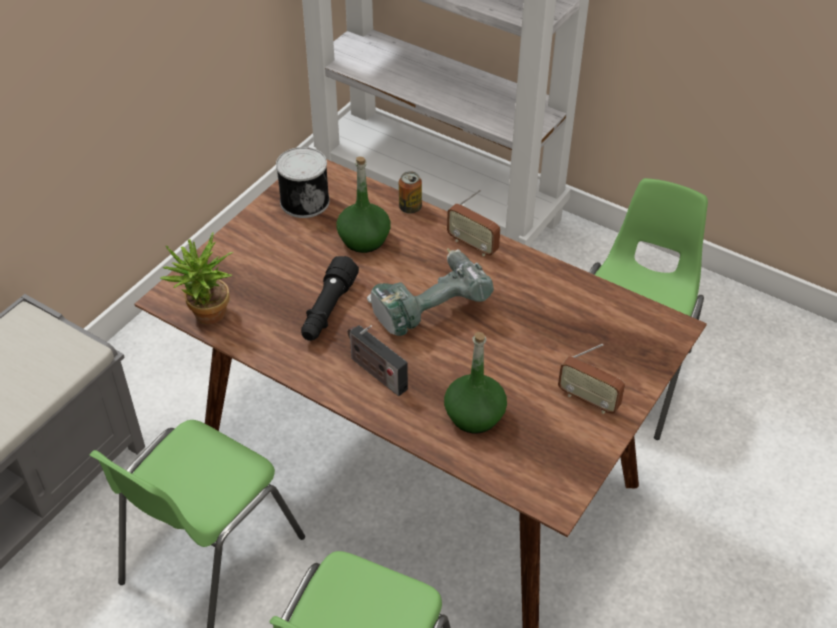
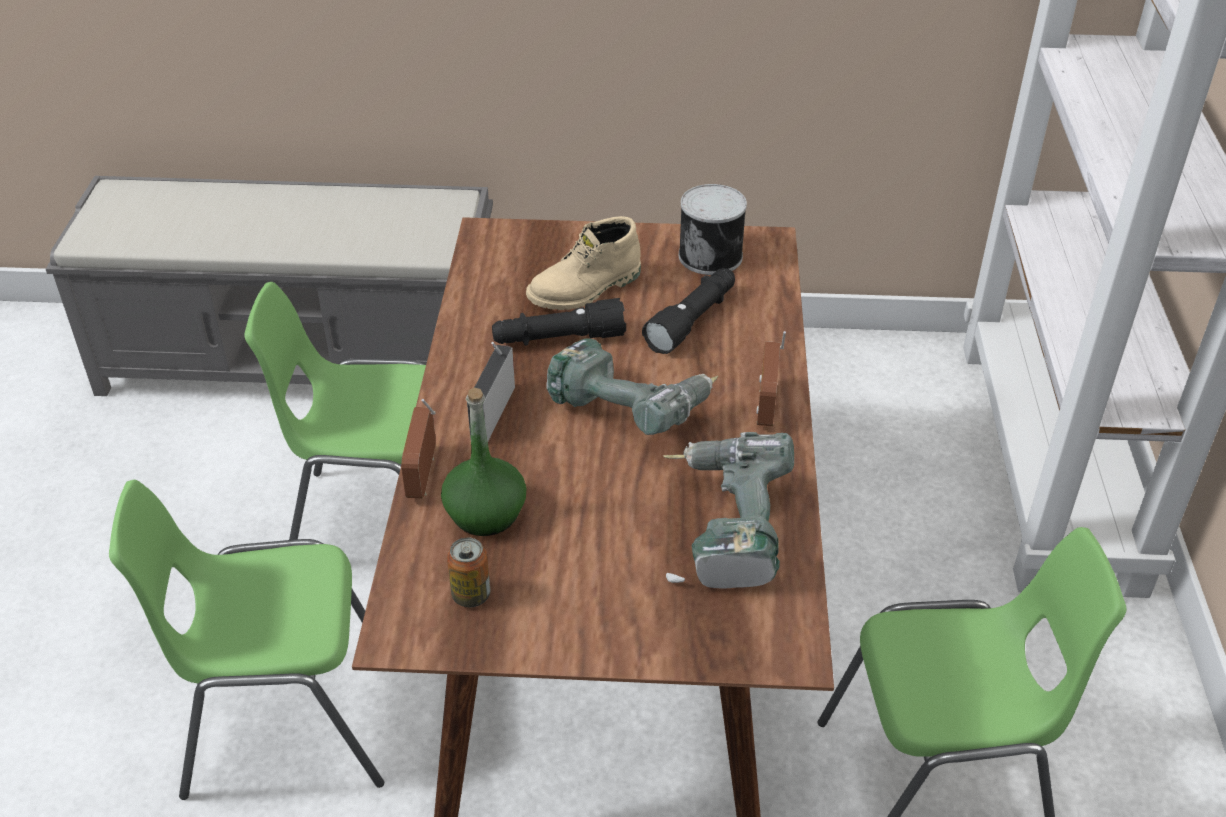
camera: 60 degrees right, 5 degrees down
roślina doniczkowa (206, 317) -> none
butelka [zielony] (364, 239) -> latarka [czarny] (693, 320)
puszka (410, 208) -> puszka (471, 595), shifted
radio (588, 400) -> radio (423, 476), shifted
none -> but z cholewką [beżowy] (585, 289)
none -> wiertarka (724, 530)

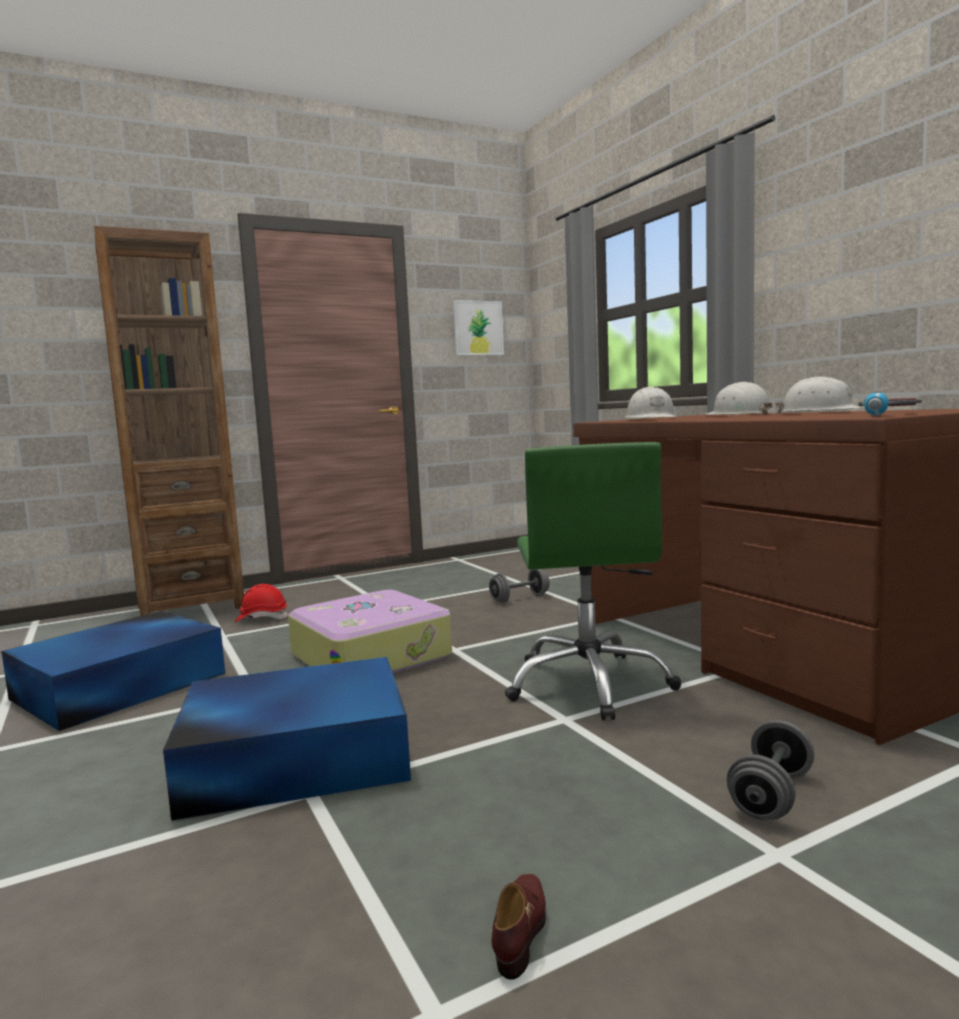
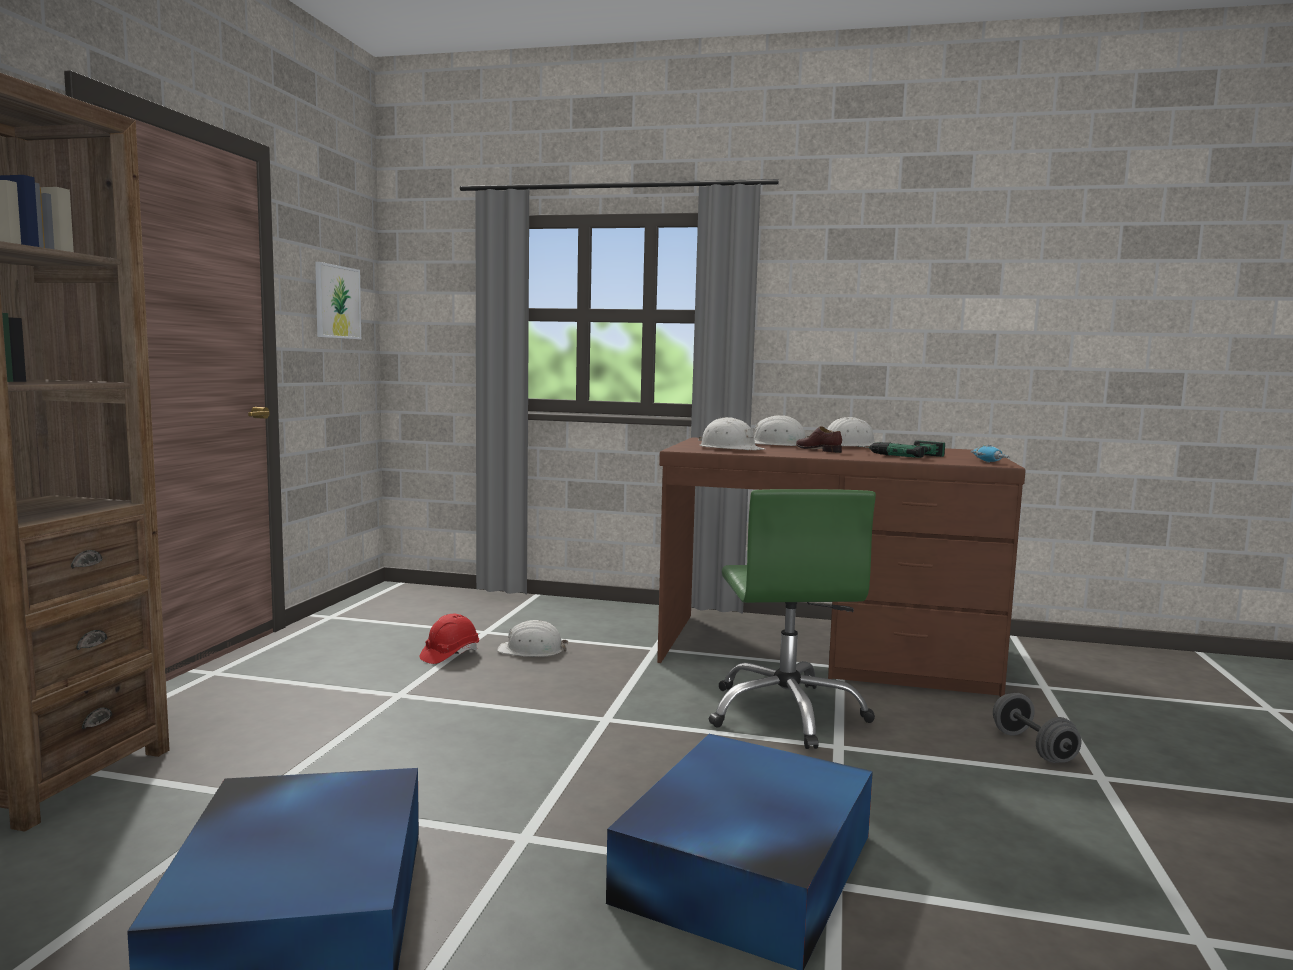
camera: 50 degrees left, 0 degrees up
kask [czerwony] (261, 618) -> kask [czerwony] (449, 655), shifted
walizka (372, 655) -> none
hantel [szary] (519, 598) -> kask [biały] (532, 650)
but [brązowy] (521, 930) -> but [brązowy] (818, 450), shifted
krzesło biurowe [zielony] (589, 684) -> krzesło biurowe [zielony] (786, 713), 45 degrees clockwise
none -> wiertarka (899, 455)

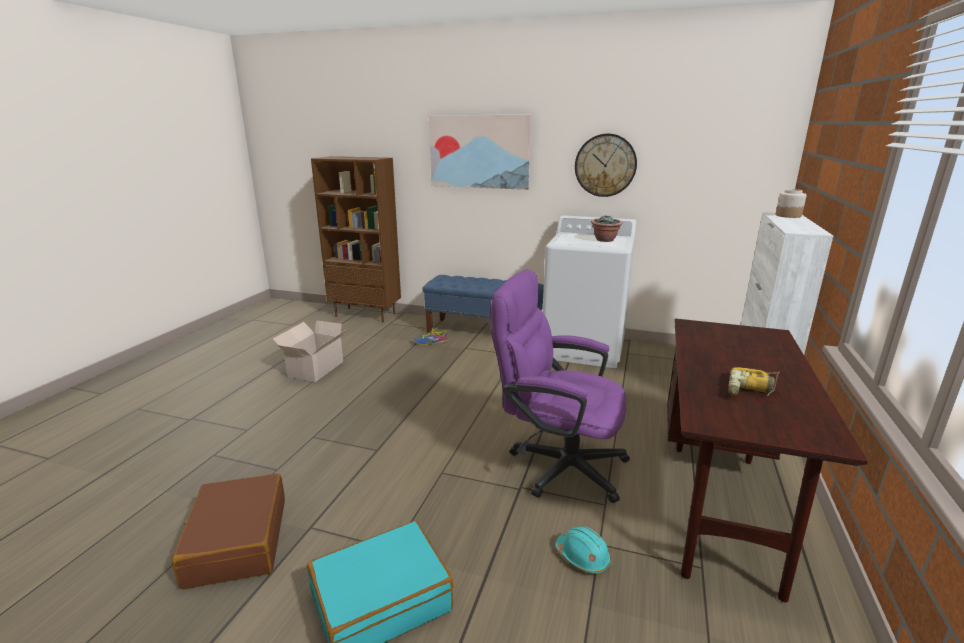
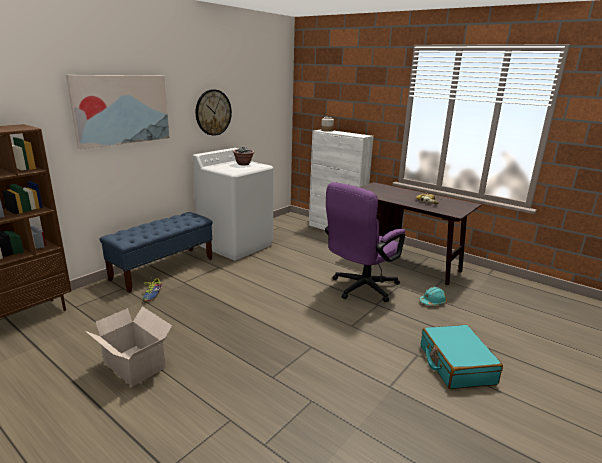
camera: 70 degrees left, 0 degrees up
walizka [brązowy] (237, 541) -> none

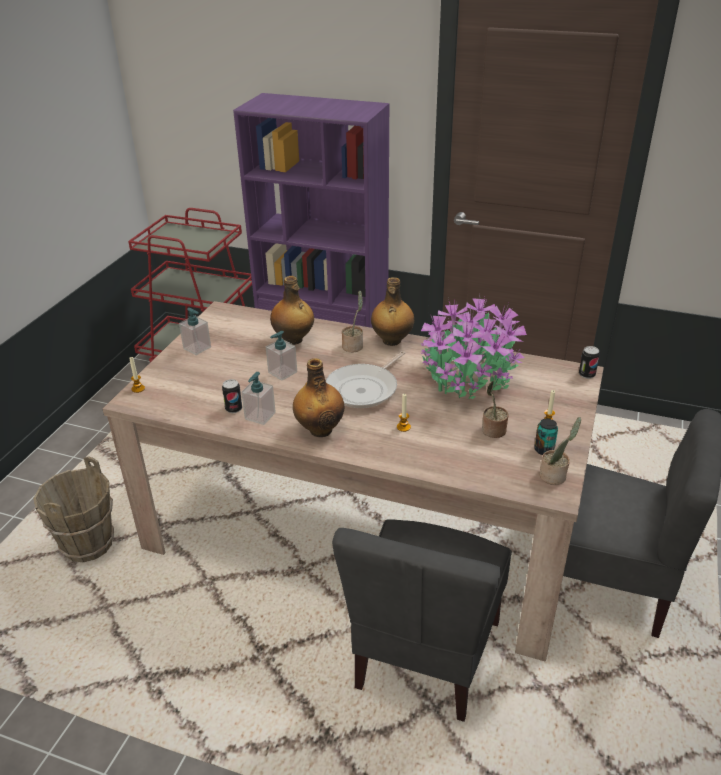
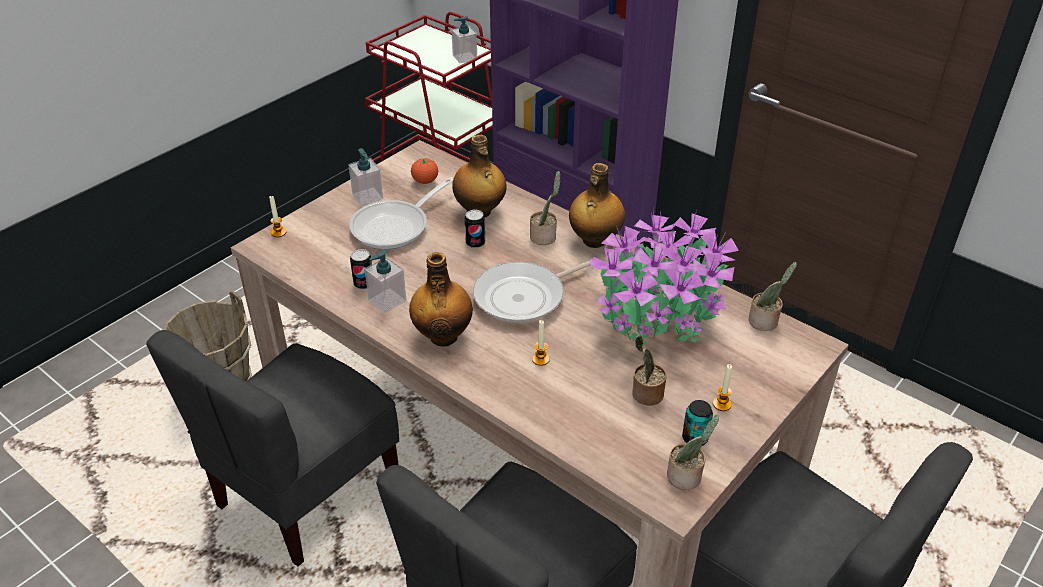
camera: 20 degrees right, 5 degrees up
dozownik mydła (282, 372) -> dozownik mydła (464, 57), shifted
puszka (586, 374) -> puszka (475, 243), shifted
none -> krzesło [szary] (306, 493)
none -> patelnia (396, 226)
none -> pomidor (425, 181)
none -> roślina doniczkowa (765, 322)

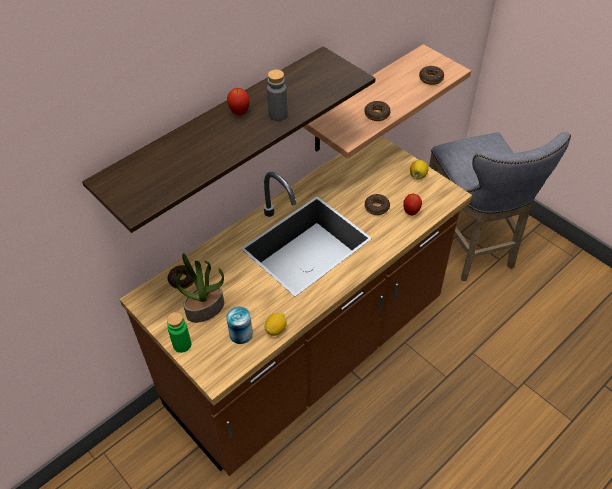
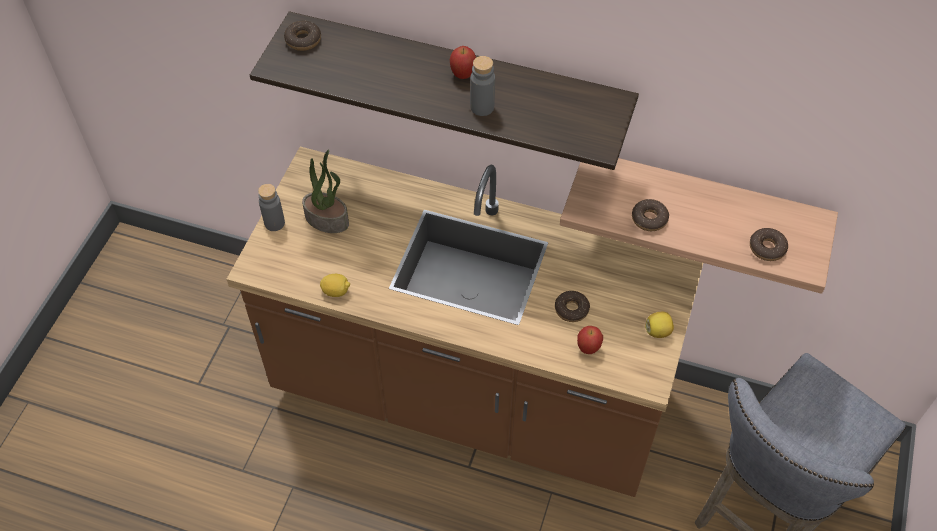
camera: 60 degrees right, 5 degrees up
butelka [zielony] (182, 344) -> butelka [szary] (274, 223)
donut (182, 280) -> donut (303, 40), shifted
puszka (241, 334) -> none

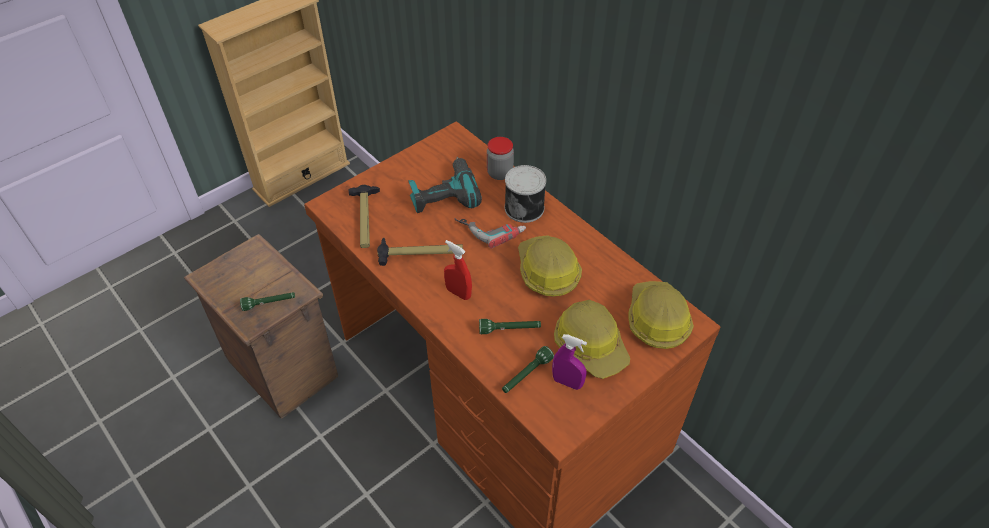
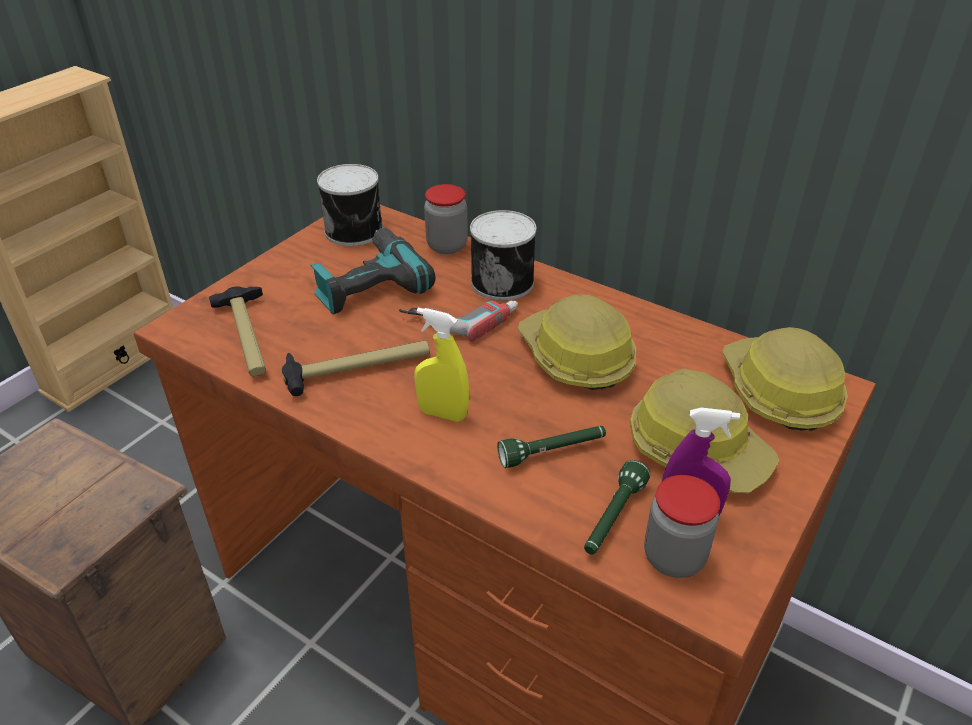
camera: 15 degrees left, 10 degrees down
latarka [zielony] (269, 303) -> none
spryskiwacz [czerwony] (458, 293) -> spryskiwacz [żółty] (443, 414)
none -> puszka (355, 230)
none -> słoik (674, 557)

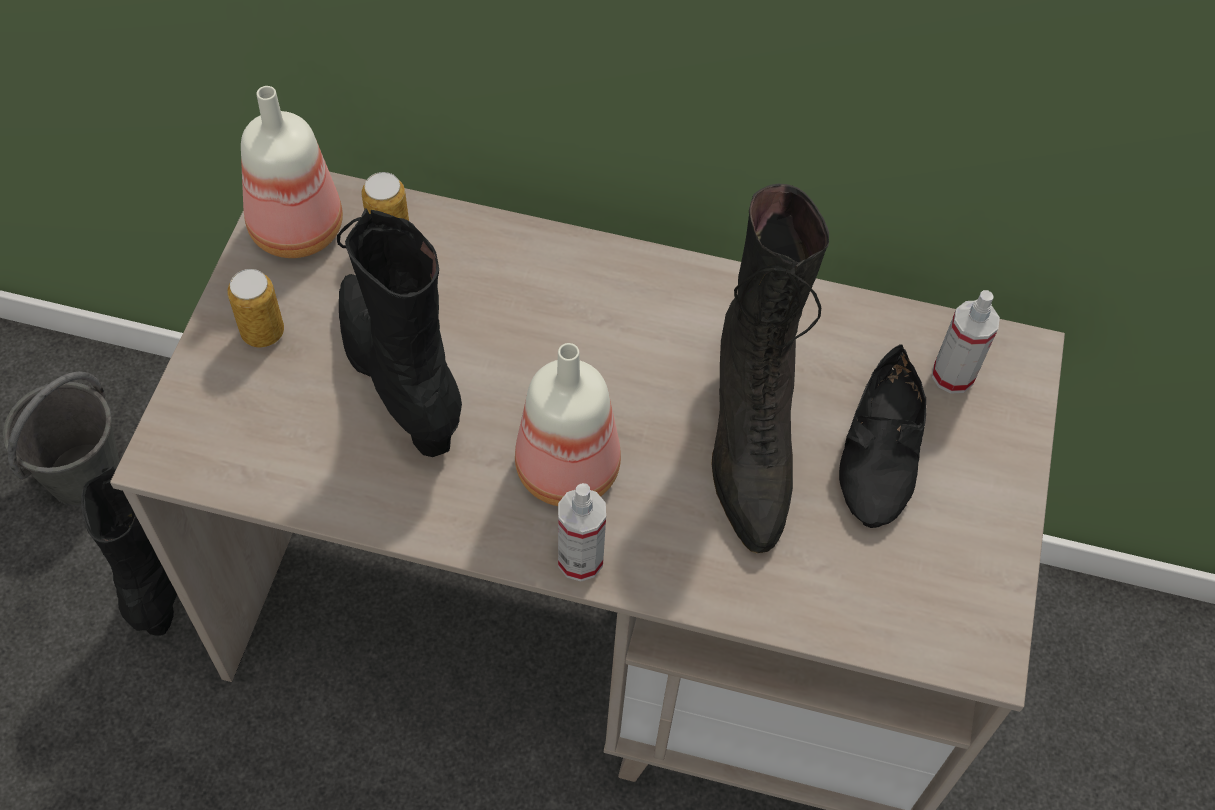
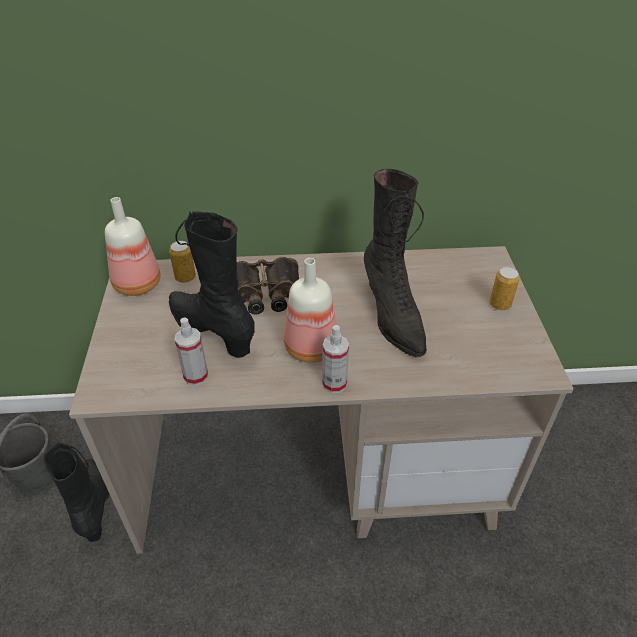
camera: 15 degrees left, 15 degrees down
puszka (262, 332) -> puszka (500, 304), shifted
but [czarny] (884, 450) -> none
spryskiwacz (952, 375) -> spryskiwacz (196, 376), shifted
none -> lornetka (264, 292)

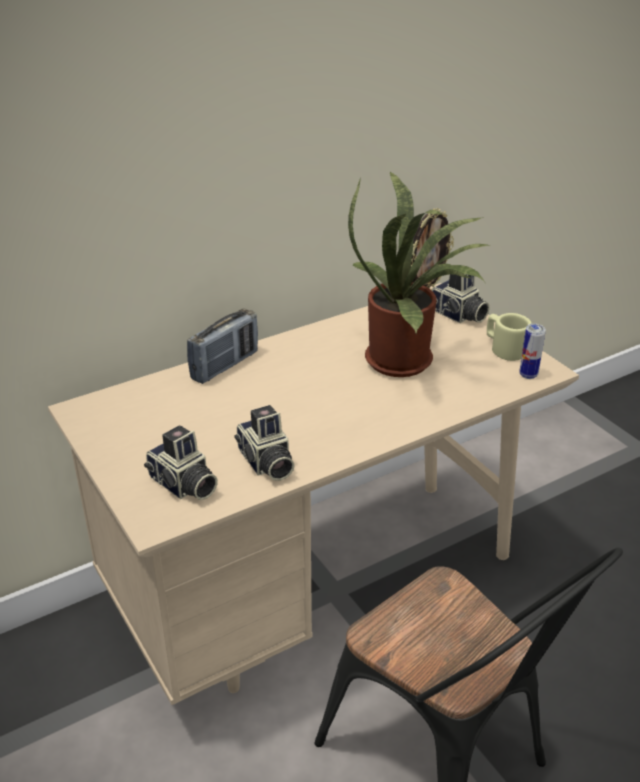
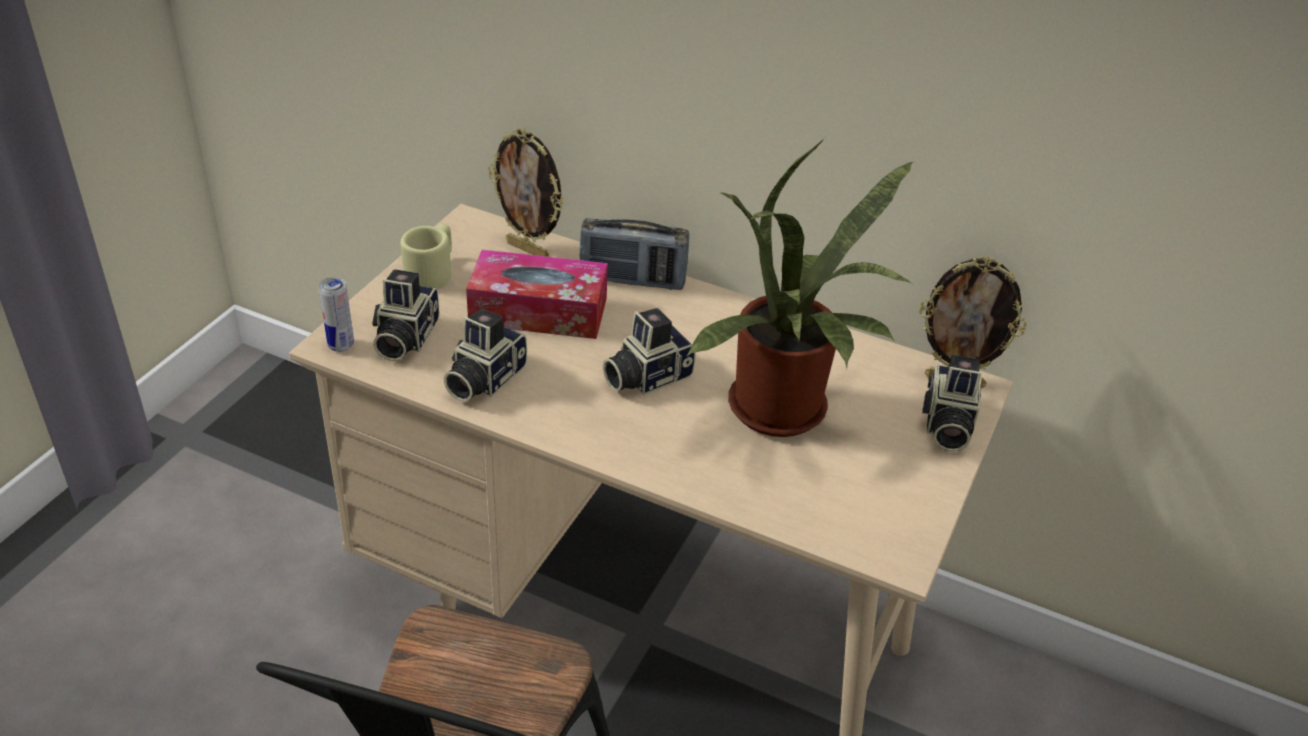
camera: 55 degrees right, 5 degrees up
kubek [beżowy] (504, 348) -> kubek [beżowy] (432, 272), shifted
puszka (528, 375) -> puszka (341, 345), shifted
none -> pudełko chusteczek (538, 311)
none -> ramka na zdjęcie (528, 249)
none -> aparat fotograficzny (645, 376)

